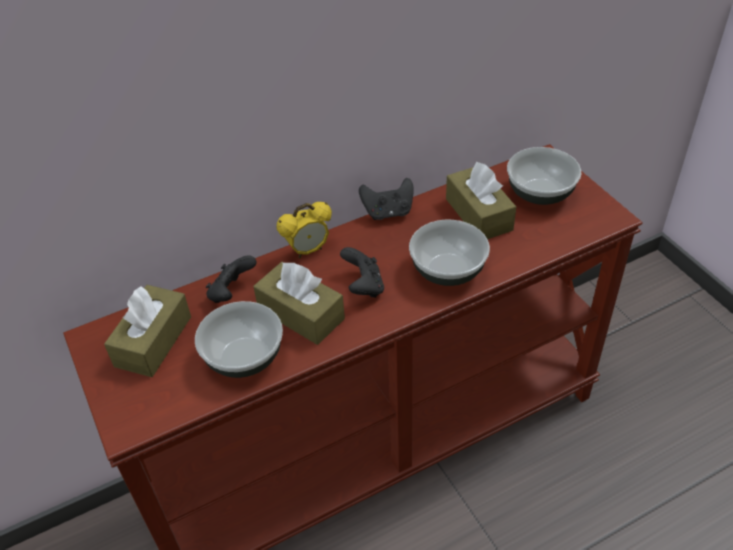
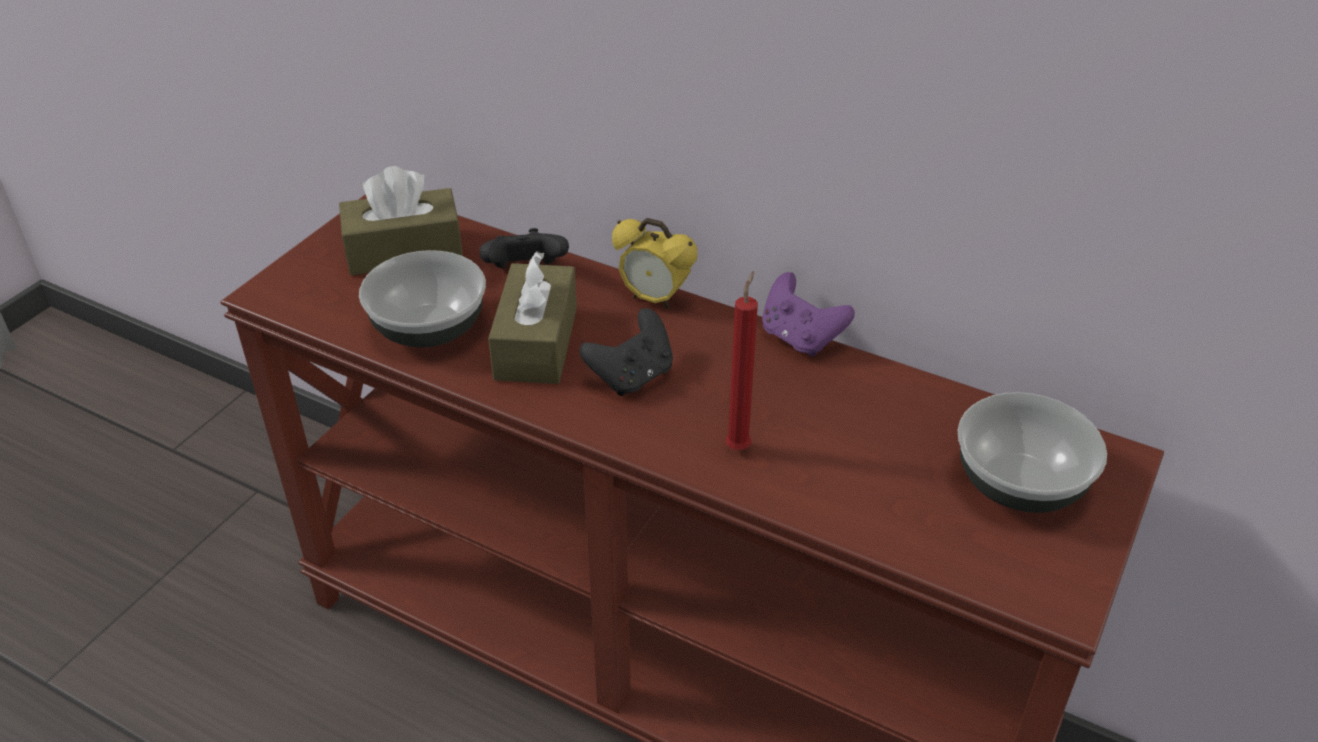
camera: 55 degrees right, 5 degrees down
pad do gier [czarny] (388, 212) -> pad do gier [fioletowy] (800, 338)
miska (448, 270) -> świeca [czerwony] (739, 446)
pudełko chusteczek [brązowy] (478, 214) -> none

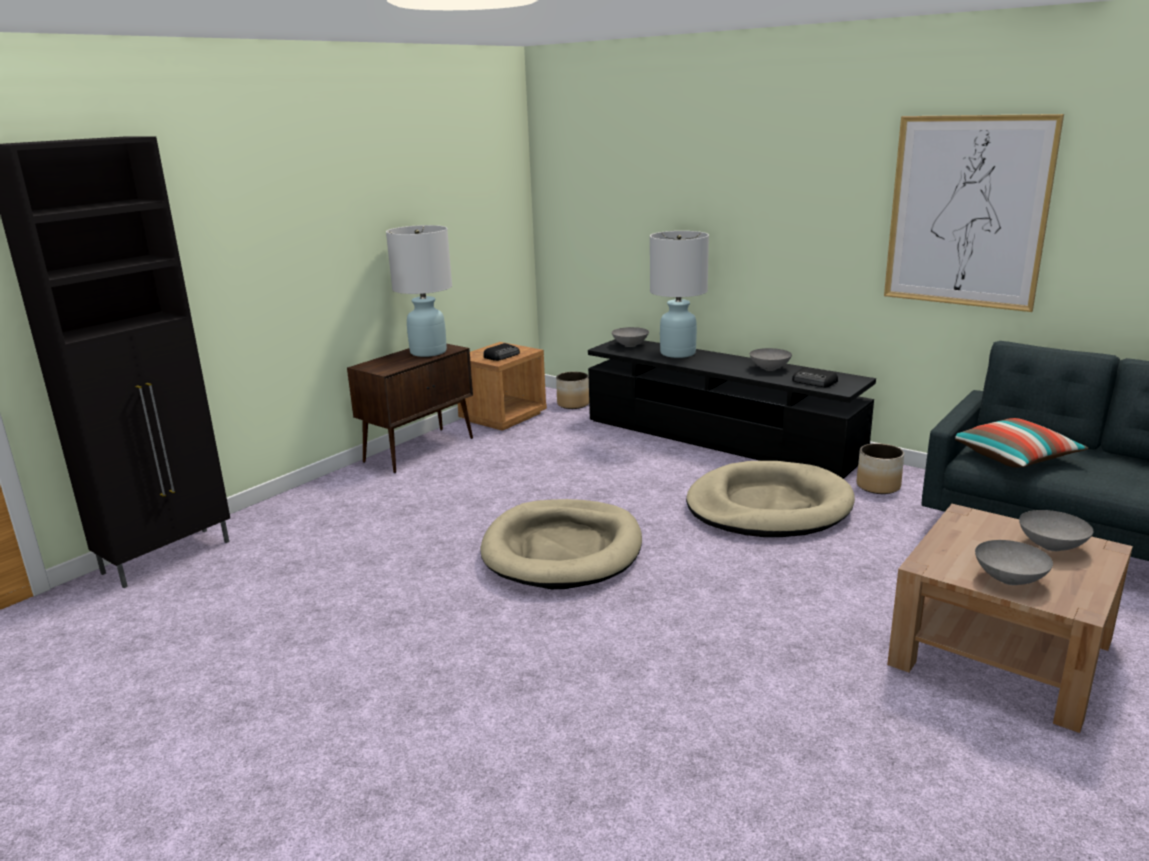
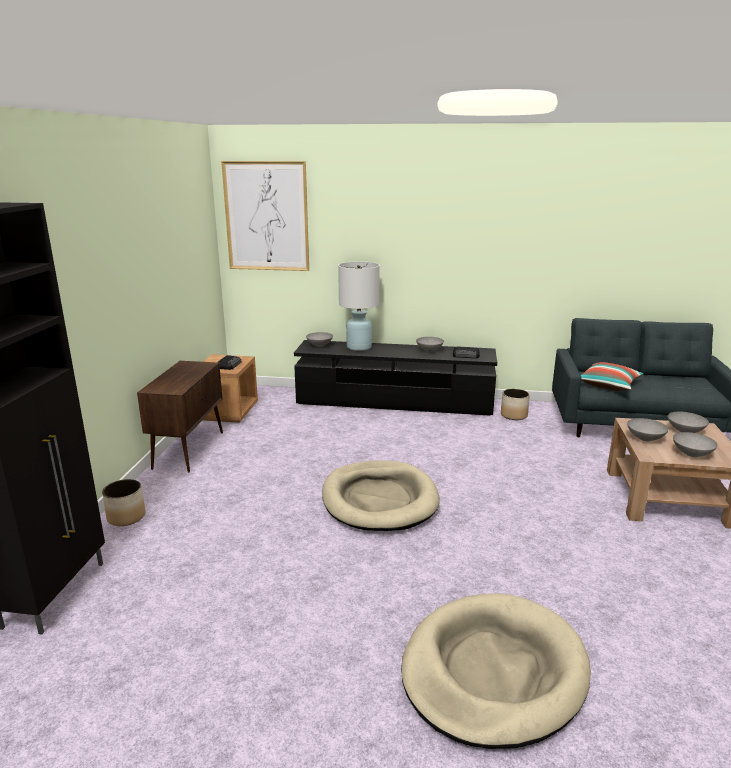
camera: 30 degrees left, 0 degrees up
lampa stołowa [biały] (428, 352) -> none
donica (573, 404) -> donica (126, 517), shifted
legowisko [beżowy] (768, 507) -> legowisko [beżowy] (493, 672), shifted
obraz (967, 212) -> obraz (266, 216), shifted
none -> miska [szary] (644, 439)

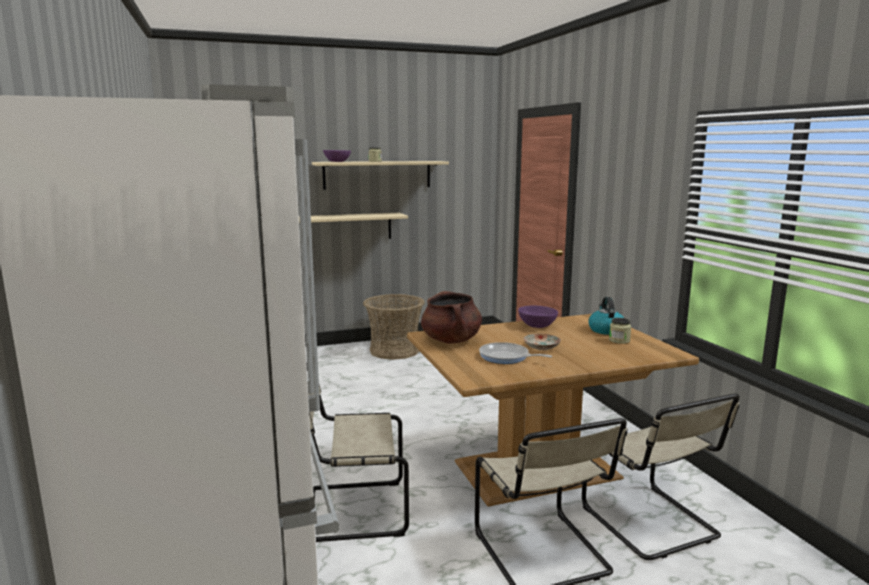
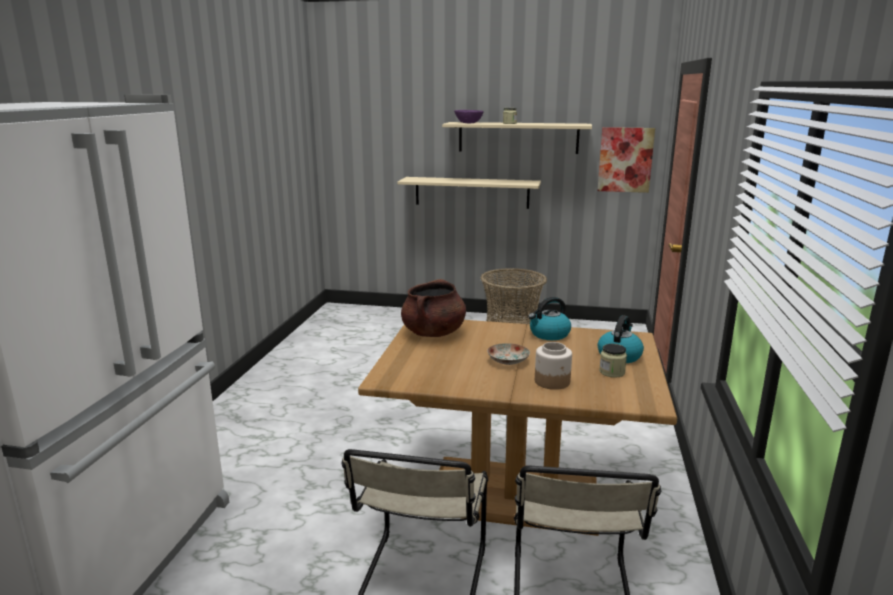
camera: 30 degrees right, 5 degrees up
krzesło [beżowy] (352, 511) -> none
patelnia (506, 357) -> none
miska [fioletowy] (537, 326) -> czajnik (549, 334)
none -> słoik (552, 382)
none -> obraz (625, 160)

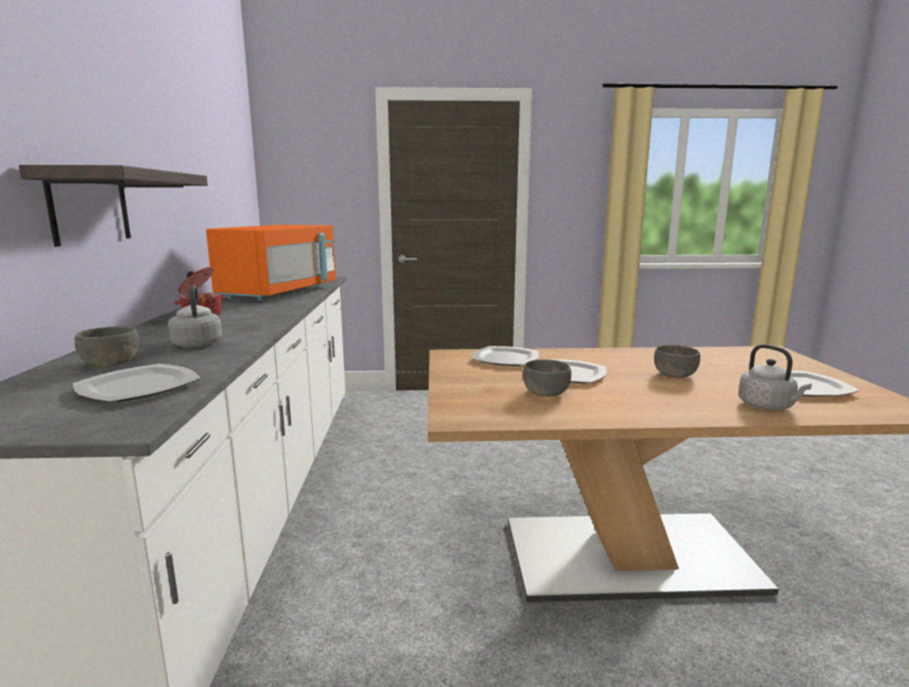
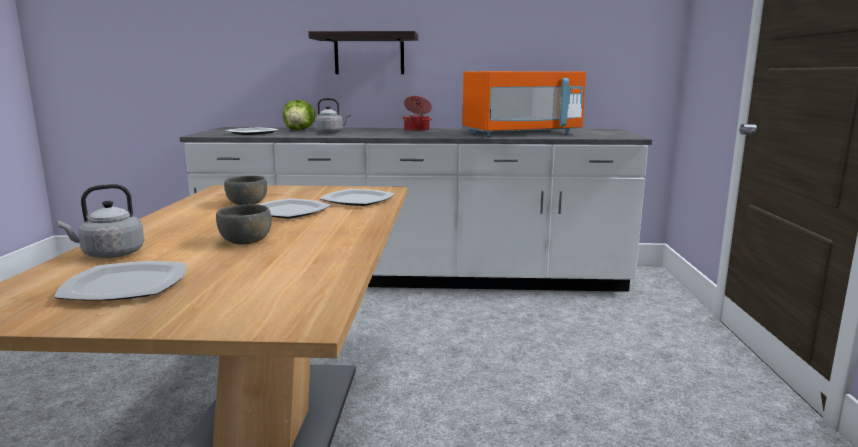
camera: 95 degrees right, 0 degrees up
miska [szary] (110, 363) -> sałata (299, 130)
mikrofalówka [pomarańczowy] (280, 292) -> mikrofalówka [pomarańczowy] (522, 133), 45 degrees counterclockwise

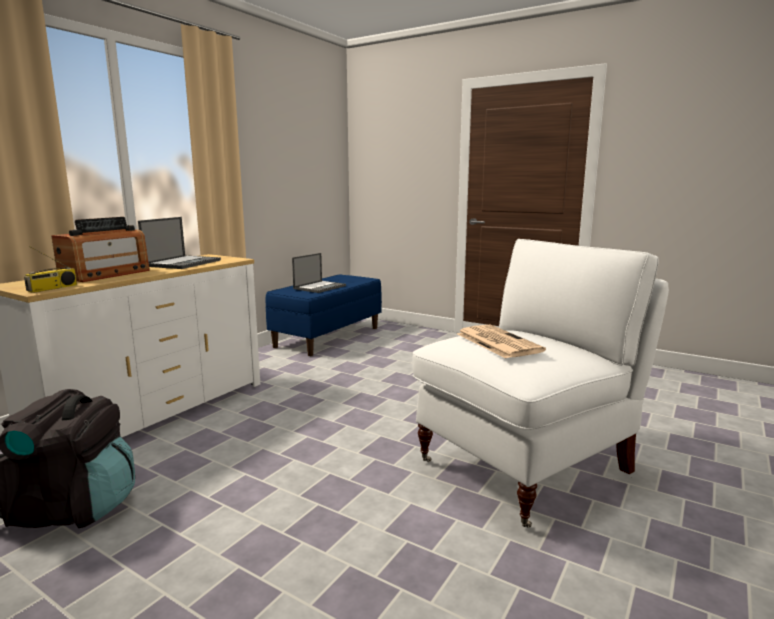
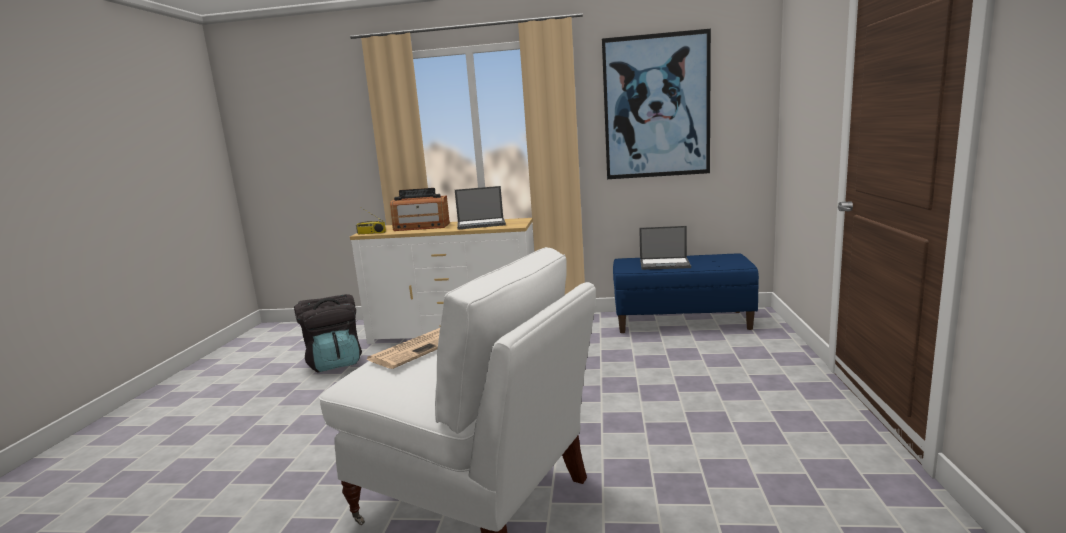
camera: 65 degrees right, 0 degrees up
none -> obraz (656, 107)

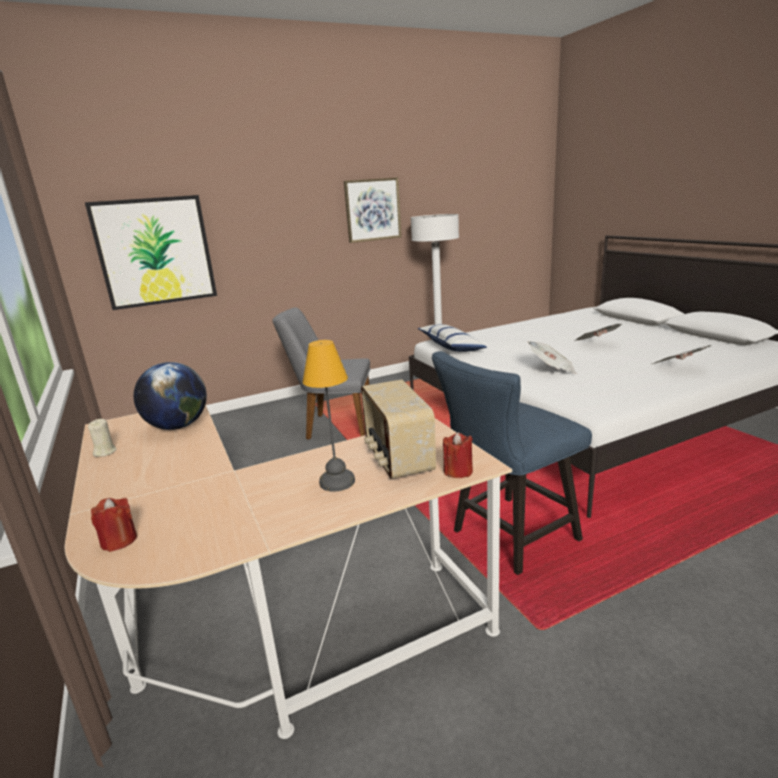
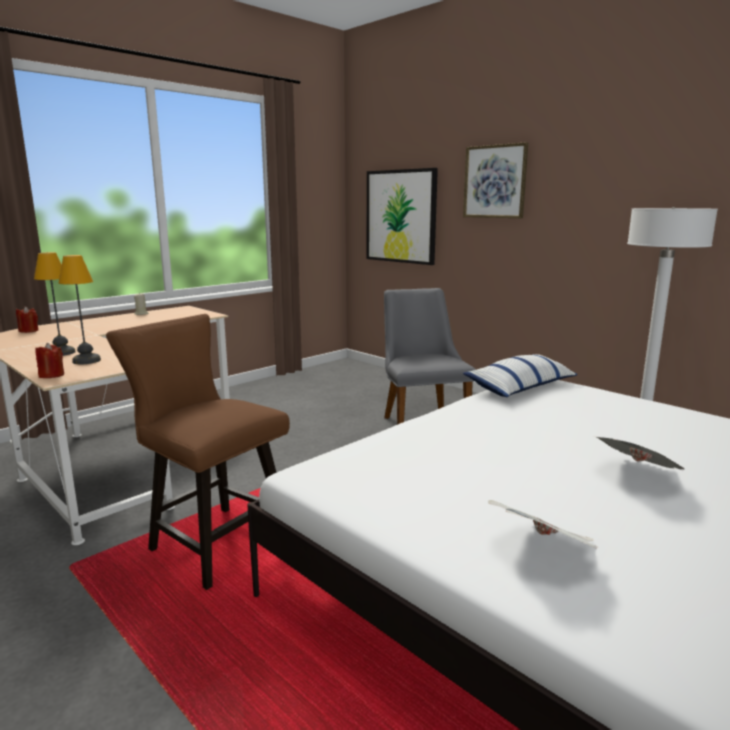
camera: 70 degrees right, 5 degrees down
globus (178, 426) -> none
obraz (373, 210) -> obraz (495, 182), shifted
radio (397, 458) -> lampa stołowa (87, 361)
krzesło [niebieski] (508, 538) -> krzesło [brązowy] (212, 541)
gazeta (552, 370) -> none

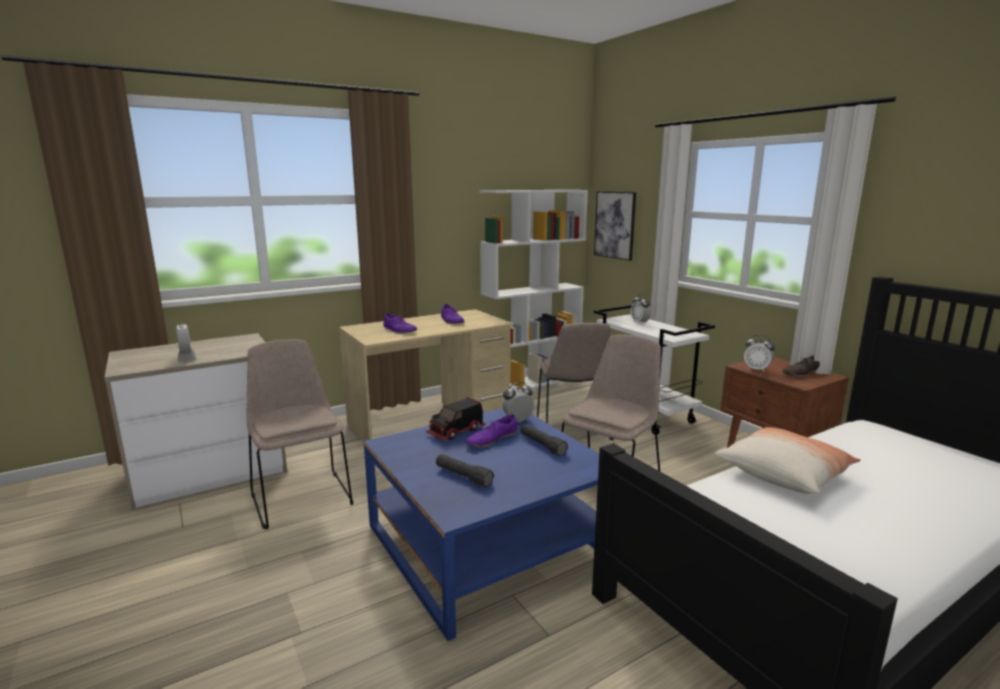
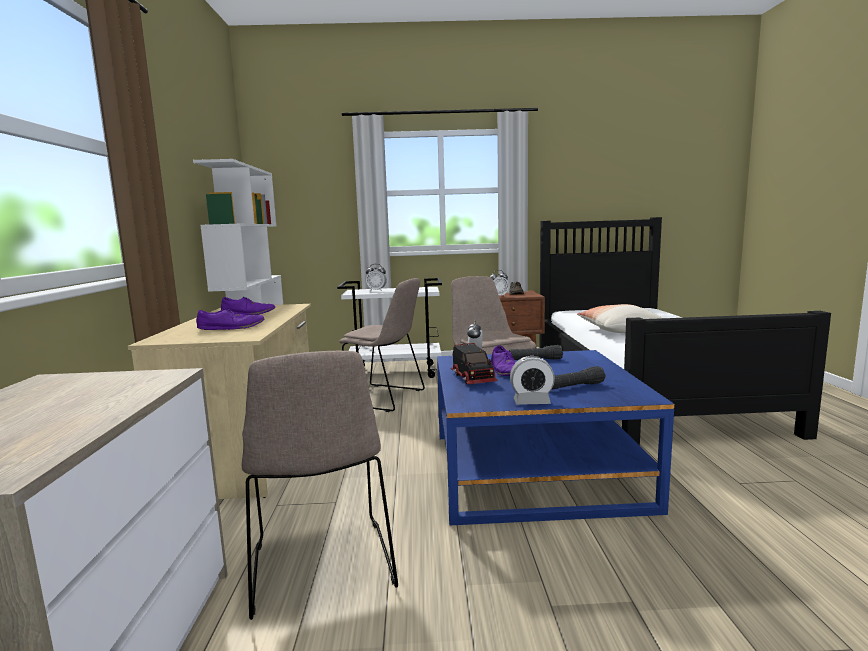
camera: 60 degrees left, 5 degrees down
budzik (186, 358) -> budzik (531, 402), shifted
krzesło [beżowy] (301, 496) -> krzesło [beżowy] (322, 569), 105 degrees counterclockwise
obraz (615, 225) -> none

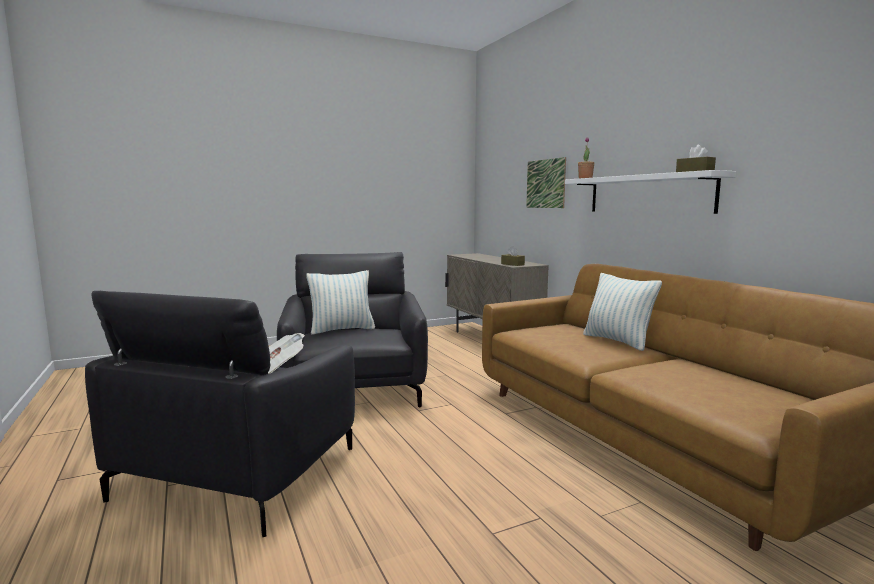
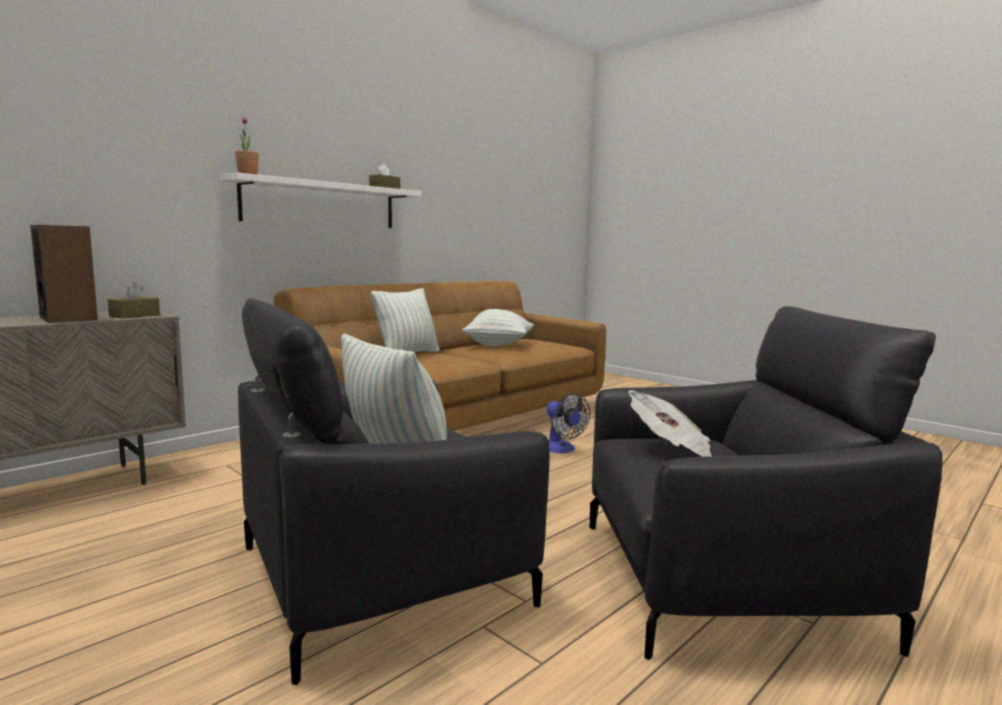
camera: 110 degrees left, 0 degrees up
obraz (545, 183) -> none
none -> głośnik (69, 318)
none -> poduszka (499, 345)
none -> wentylator (561, 449)

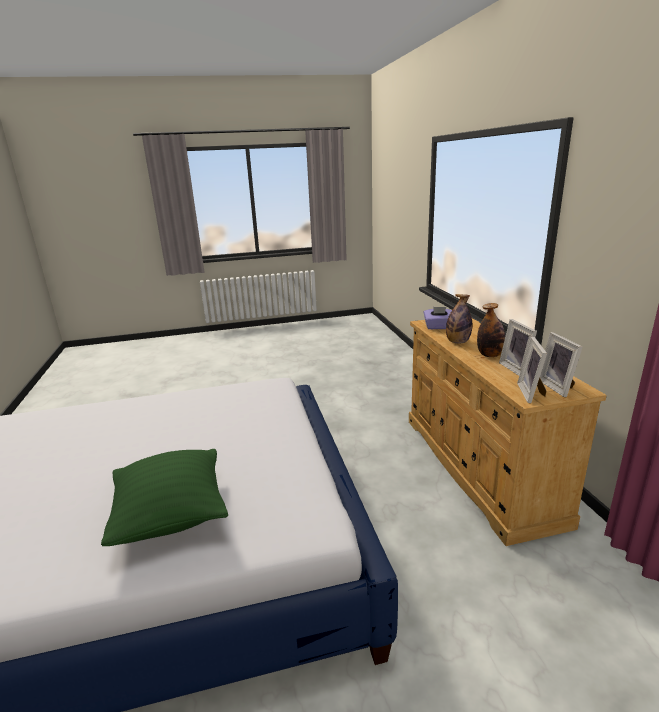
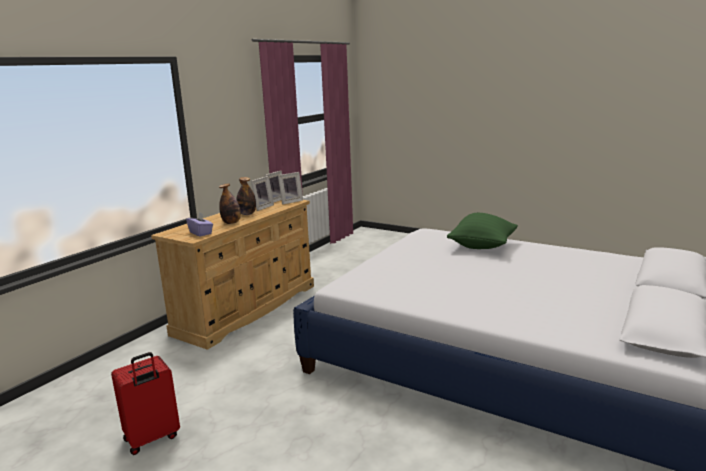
camera: 135 degrees left, 5 degrees down
none -> walizka [czerwony] (152, 439)

